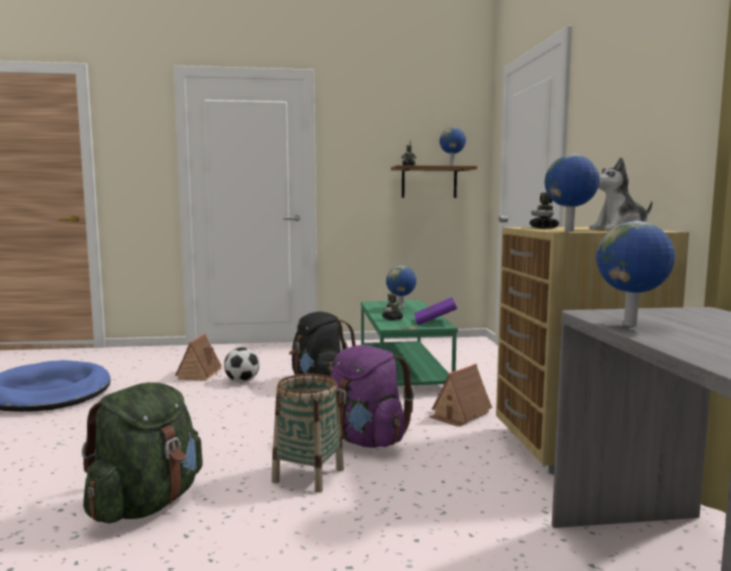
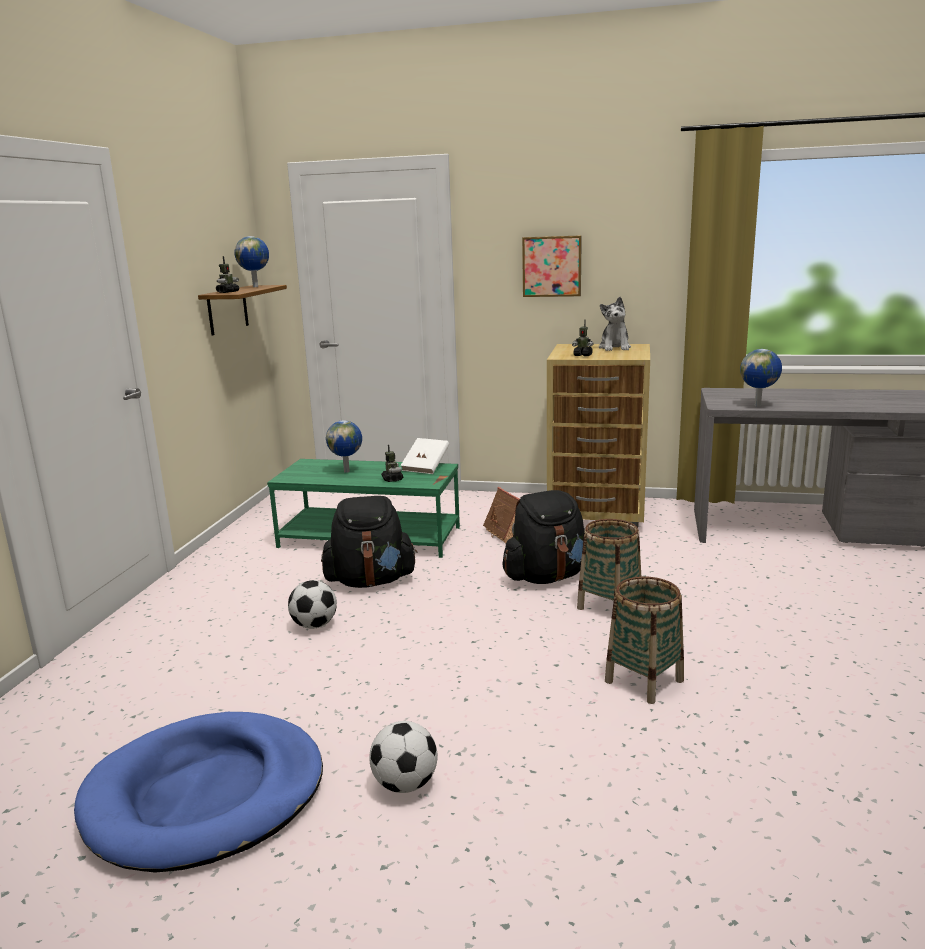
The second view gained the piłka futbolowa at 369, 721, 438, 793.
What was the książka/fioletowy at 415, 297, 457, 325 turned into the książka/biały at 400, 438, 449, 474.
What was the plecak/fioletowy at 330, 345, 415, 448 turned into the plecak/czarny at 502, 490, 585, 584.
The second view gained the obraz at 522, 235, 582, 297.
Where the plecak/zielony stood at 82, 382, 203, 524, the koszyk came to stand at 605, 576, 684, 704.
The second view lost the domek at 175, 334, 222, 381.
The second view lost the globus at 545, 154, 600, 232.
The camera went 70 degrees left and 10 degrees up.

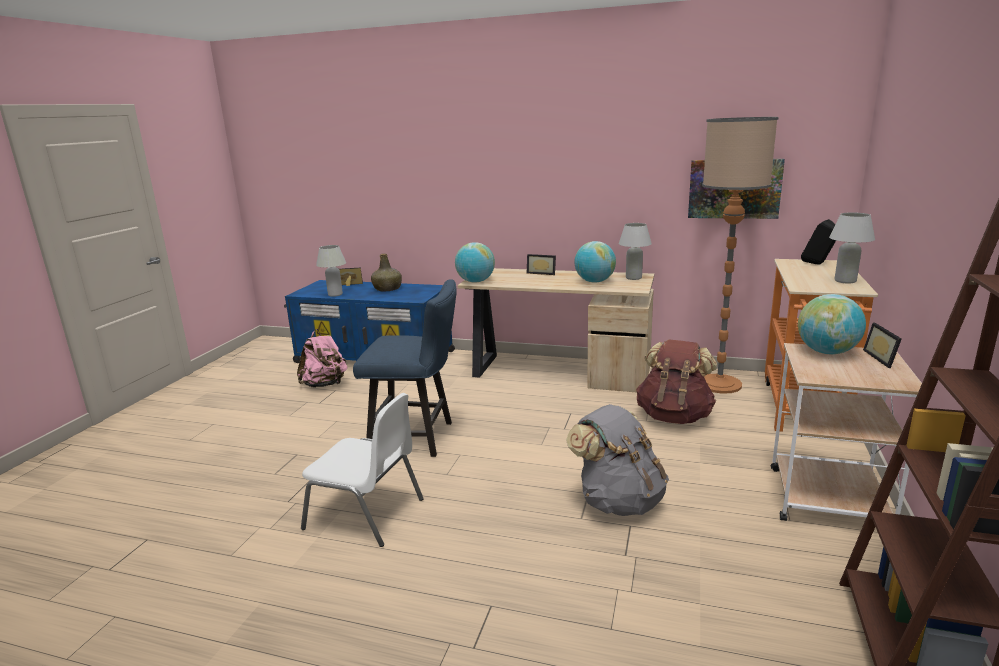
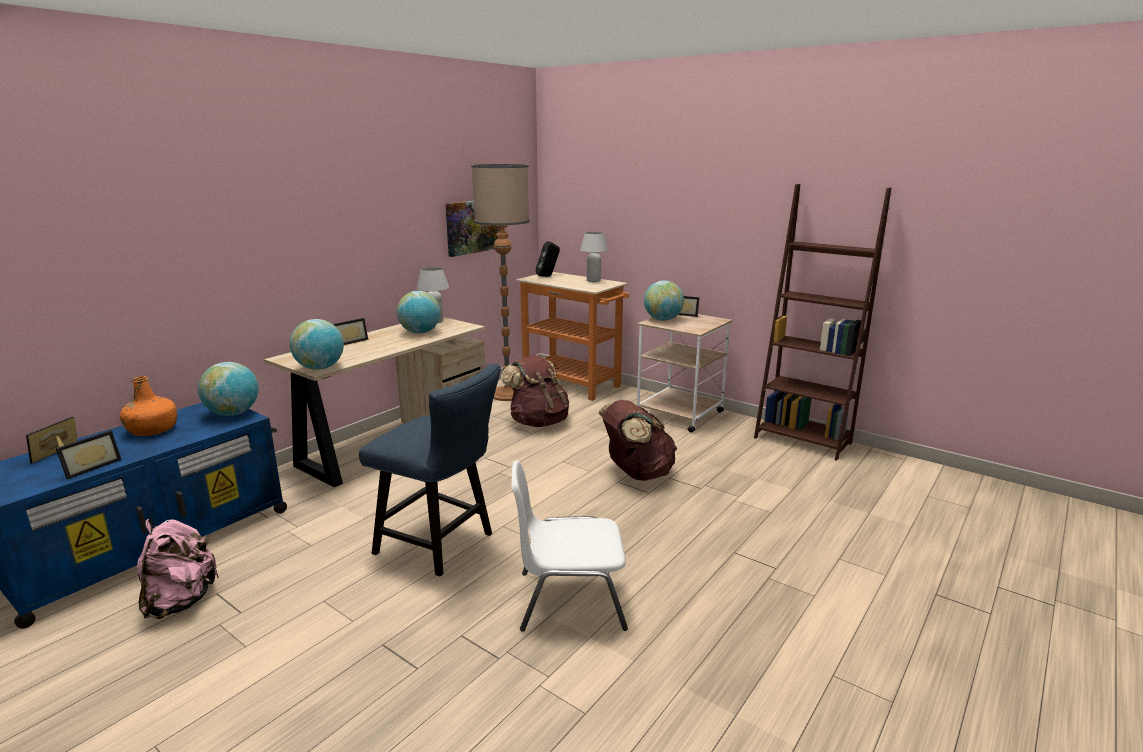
Where the lampa stołowa/biały stood at 316, 245, 346, 297, the ramka na zdjęcie came to stand at 56, 430, 122, 479.
What was the butelka/zielony at 371, 254, 402, 291 turned into the butelka/pomarańczowy at 120, 376, 177, 436.
The second view gained the globus at 198, 362, 259, 416.
The krzesło/niebieski at 353, 280, 457, 457 ended up facing another way, 90 degrees clockwise from before.
The krzesło/biały at 301, 393, 424, 547 ended up facing another way, 135 degrees counterclockwise from before.
What was the plecak/szary at 566, 404, 669, 516 turned into the plecak/brązowy at 598, 400, 677, 481.
The camera went 70 degrees left and 0 degrees up.

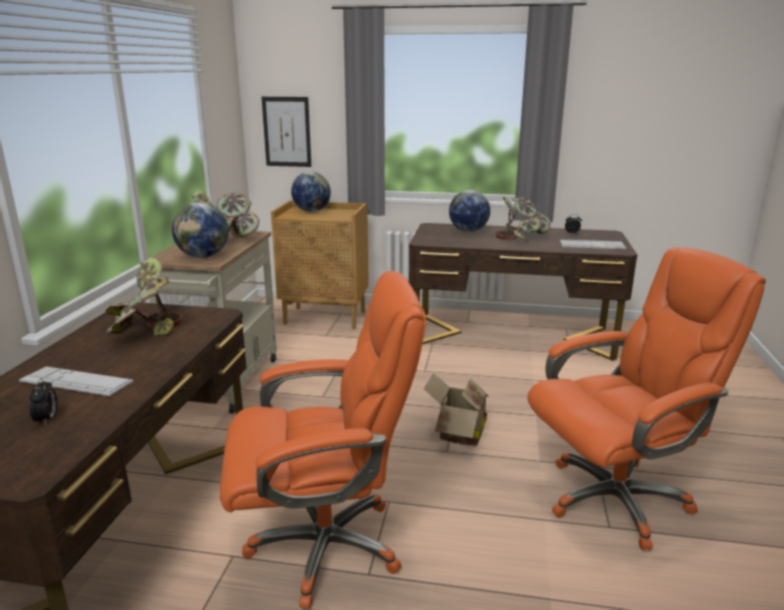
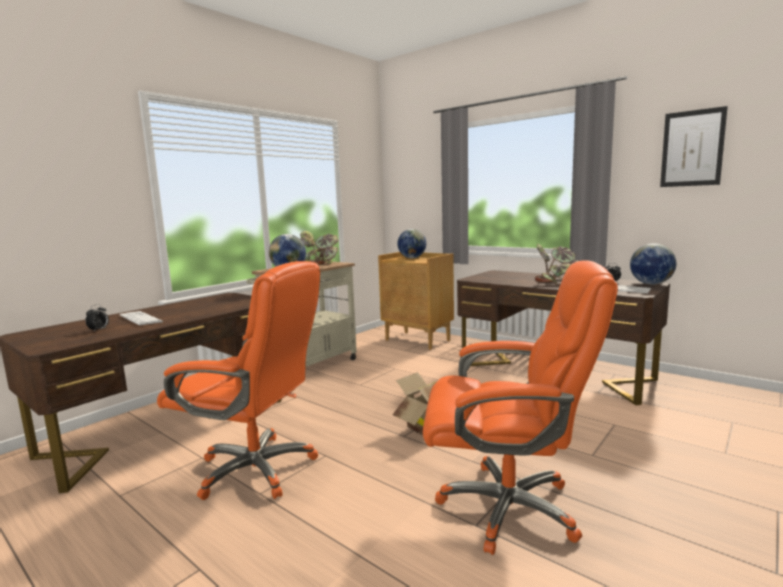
The globus ended up elsewhere, having gone from 449, 190, 490, 232 to 630, 243, 676, 285.
The obraz ended up elsewhere, having gone from 262, 97, 311, 167 to 660, 106, 728, 187.
The second view lost the roślina doniczkowa at 106, 258, 182, 335.
The camera went 30 degrees right and 10 degrees down.

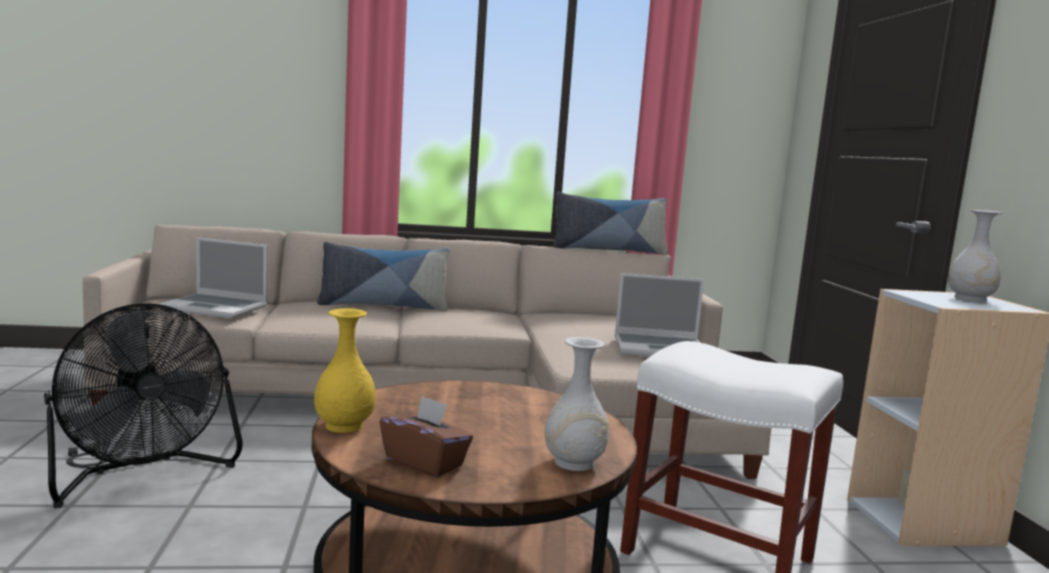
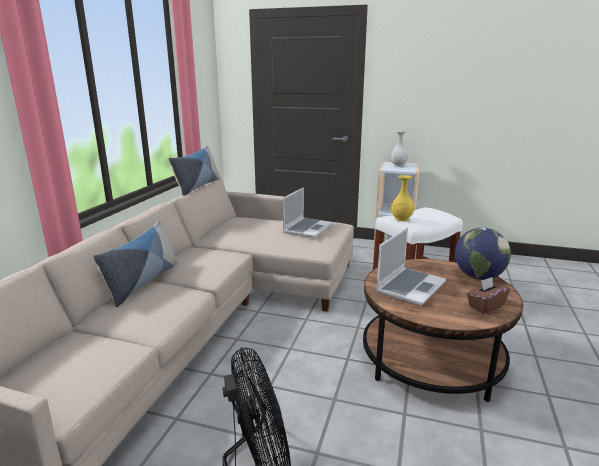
The laptop ended up elsewhere, having gone from 159, 237, 267, 318 to 376, 227, 446, 306.
The wazon/żółty ended up elsewhere, having gone from 314, 308, 376, 433 to 391, 175, 414, 221.
Where the wazon/biały stood at 545, 337, 609, 471, the globus came to stand at 455, 227, 511, 280.
The camera went 65 degrees left and 10 degrees up.

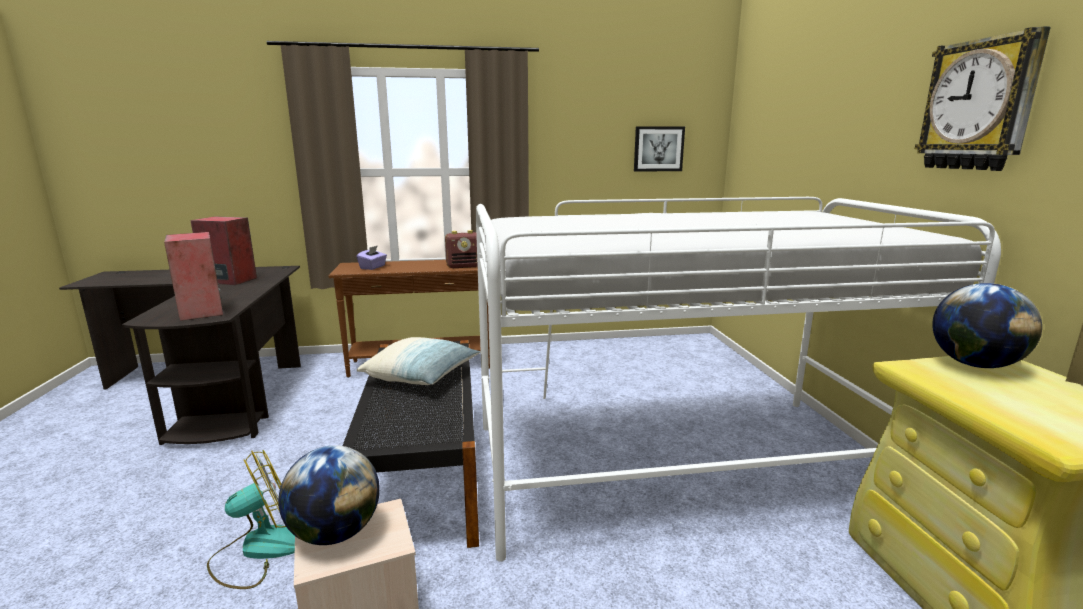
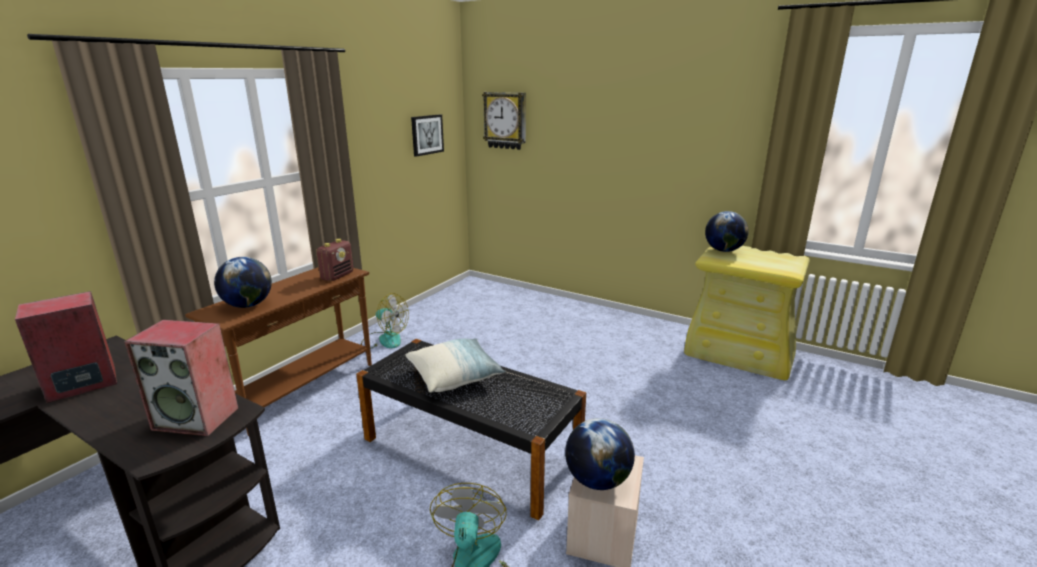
Where the pudełko chusteczek/fioletowy stood at 356, 245, 387, 270, the globus came to stand at 214, 257, 272, 308.
The second view gained the wentylator at 361, 293, 409, 349.
The zegar ścienny ended up elsewhere, having gone from 915, 26, 1051, 171 to 482, 92, 526, 150.
The second view lost the łóżko/biały at 476, 197, 1001, 562.
The camera went 50 degrees left and 5 degrees up.

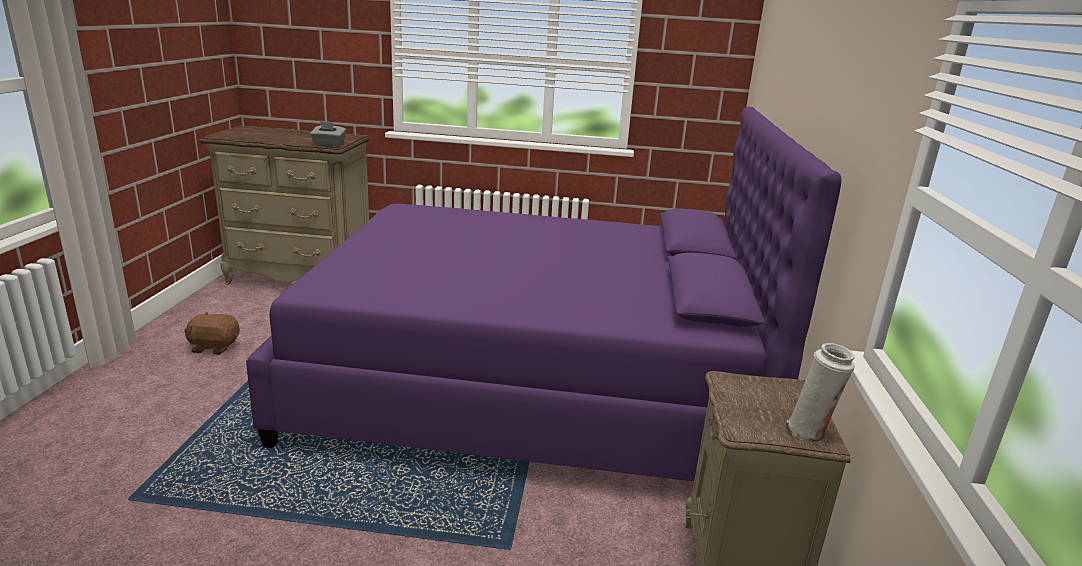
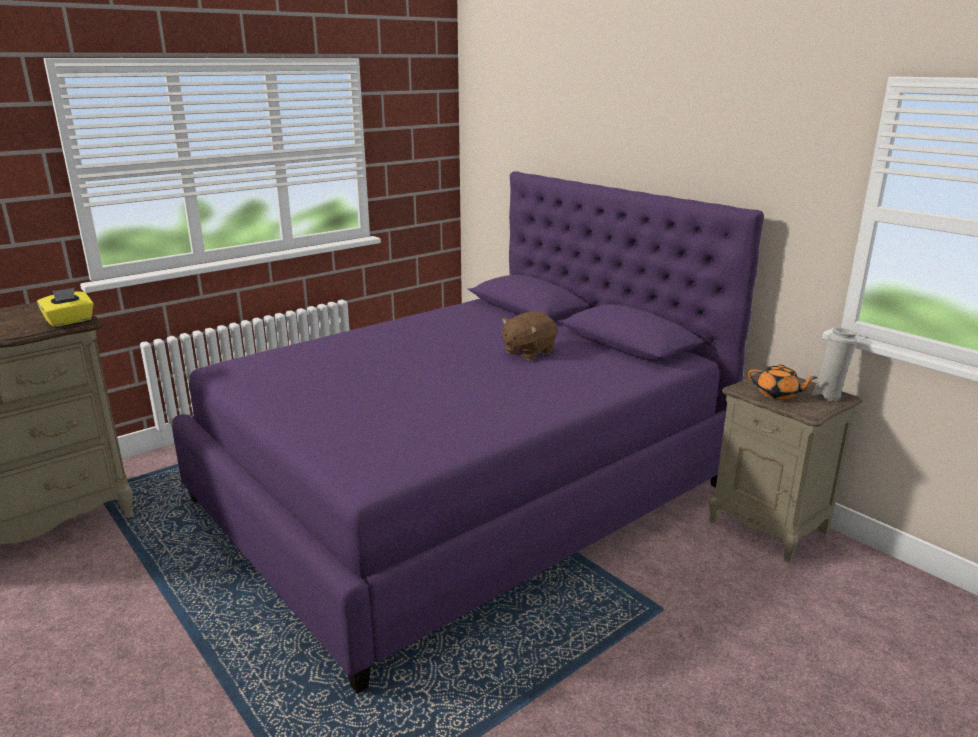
What was the pudełko chusteczek/szary at 310, 121, 346, 147 turned into the pudełko chusteczek/żółty at 37, 288, 94, 327.
The pluszak/brązowy ended up elsewhere, having gone from 184, 312, 240, 355 to 502, 311, 557, 360.
The second view gained the imbryk/pomarańczowy at 748, 364, 818, 400.
The camera went 45 degrees left and 0 degrees up.

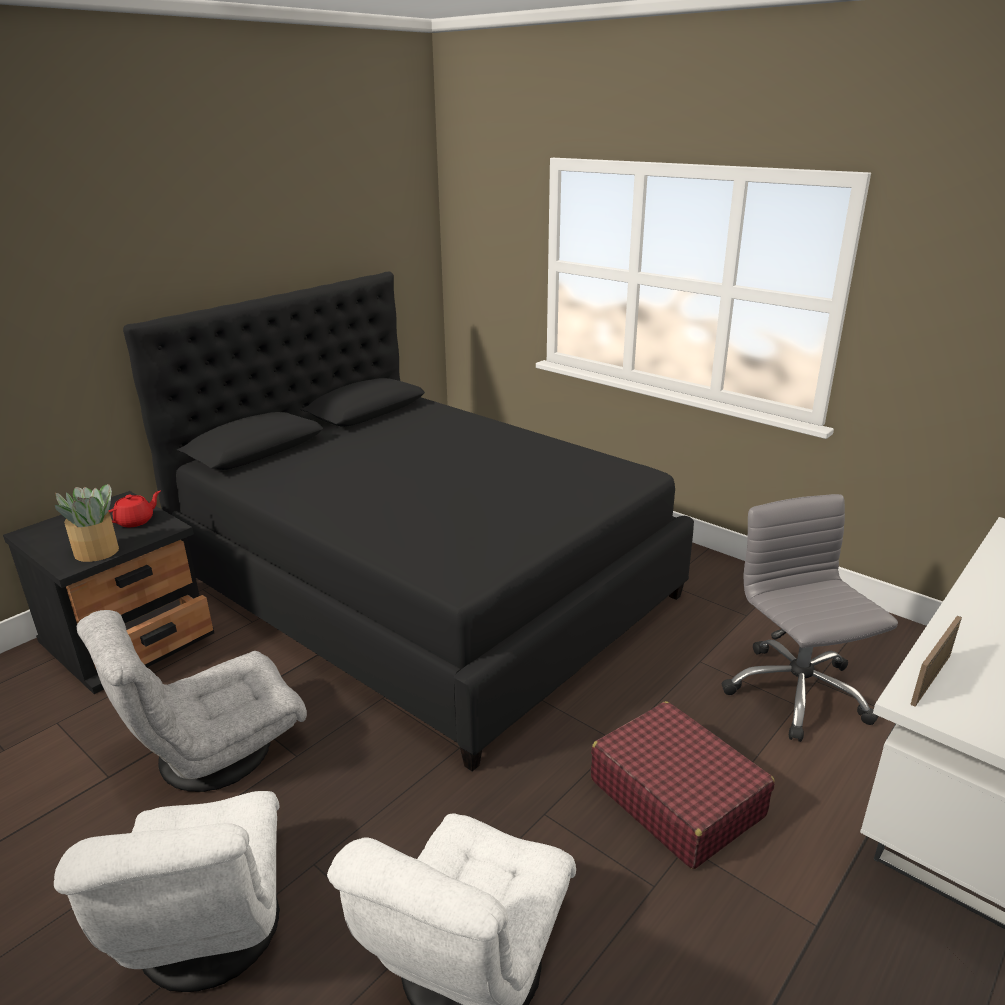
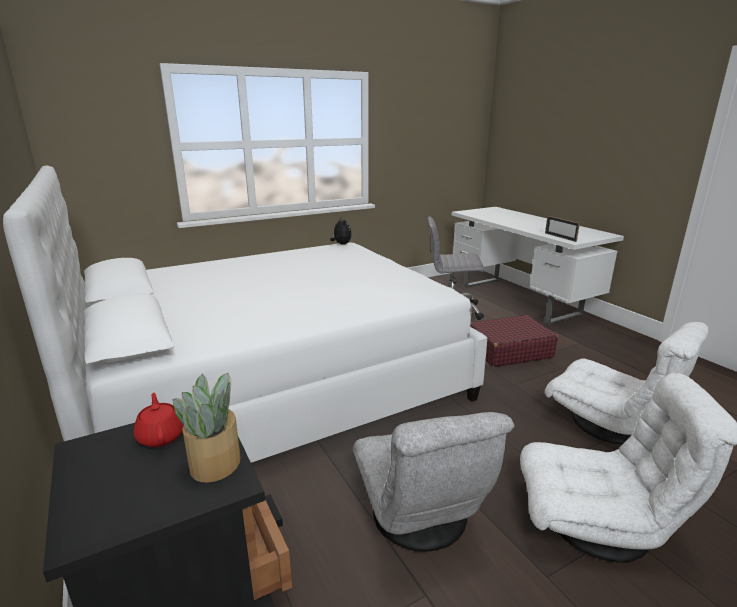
What was the łóżko/czarny at 123, 272, 694, 772 turned into the łóżko/biały at 3, 166, 487, 463.
The second view gained the pluszak at 330, 216, 352, 245.
The camera went 70 degrees left and 5 degrees down.

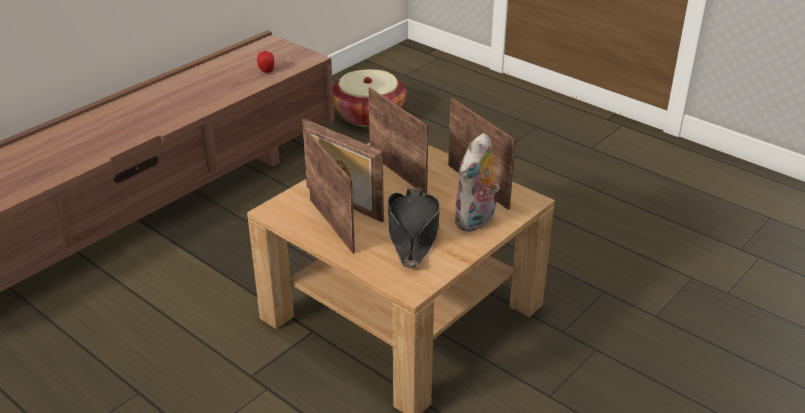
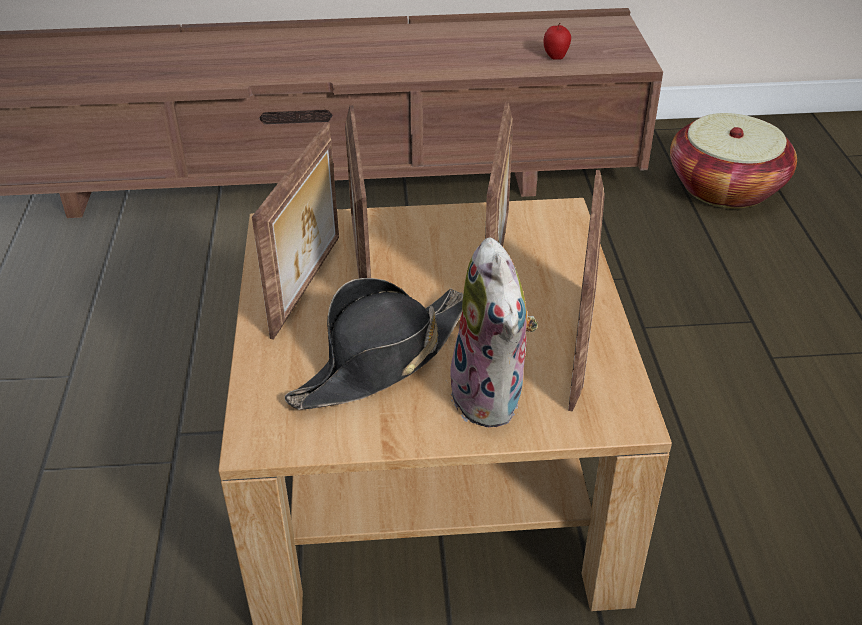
The pluszak at 453, 133, 500, 232 ended up facing another way, 90 degrees counterclockwise from before.
The camera went 45 degrees right and 5 degrees up.

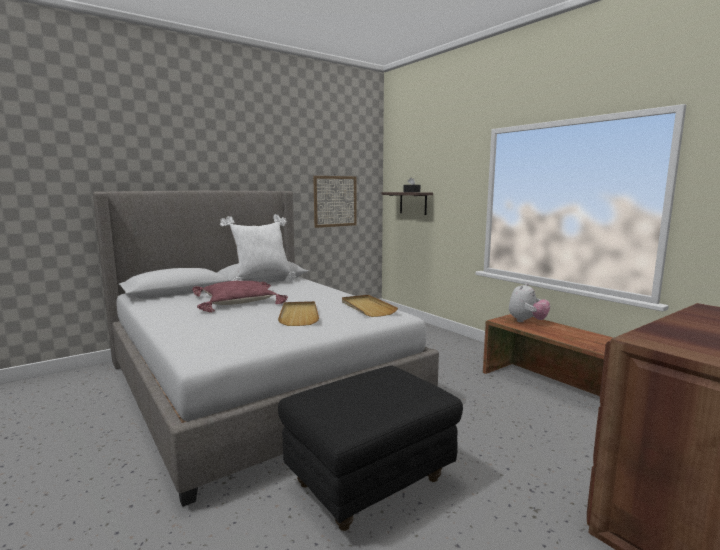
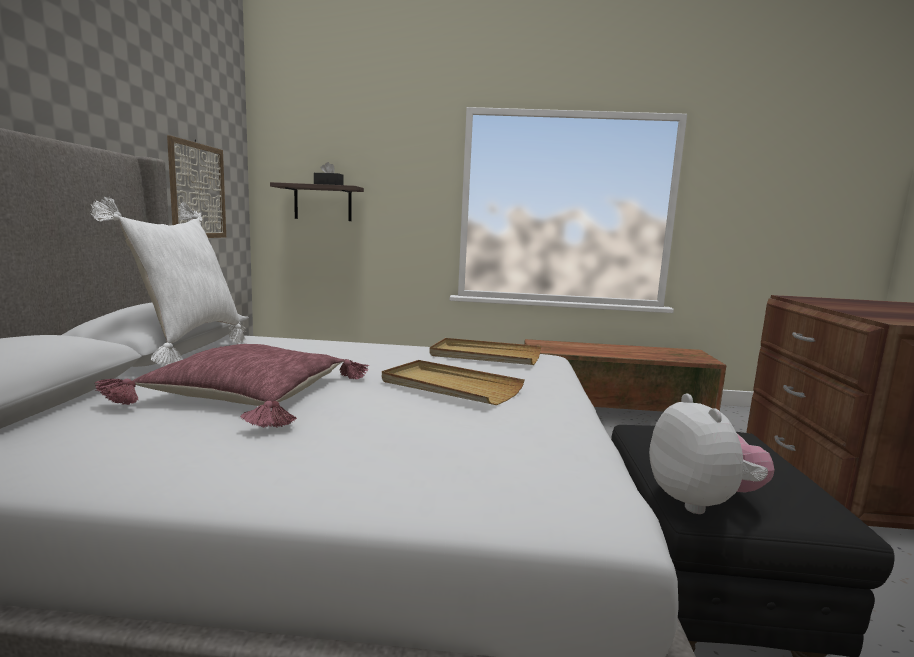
The pluszak ended up elsewhere, having gone from 509, 283, 550, 322 to 649, 394, 774, 514.
The camera went 50 degrees left and 0 degrees up.

